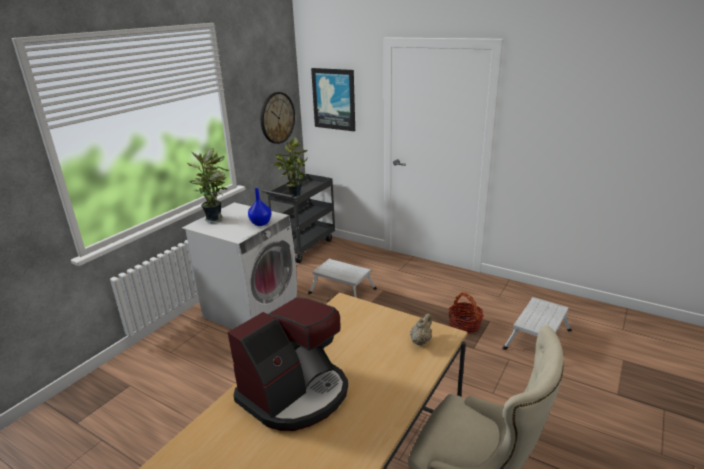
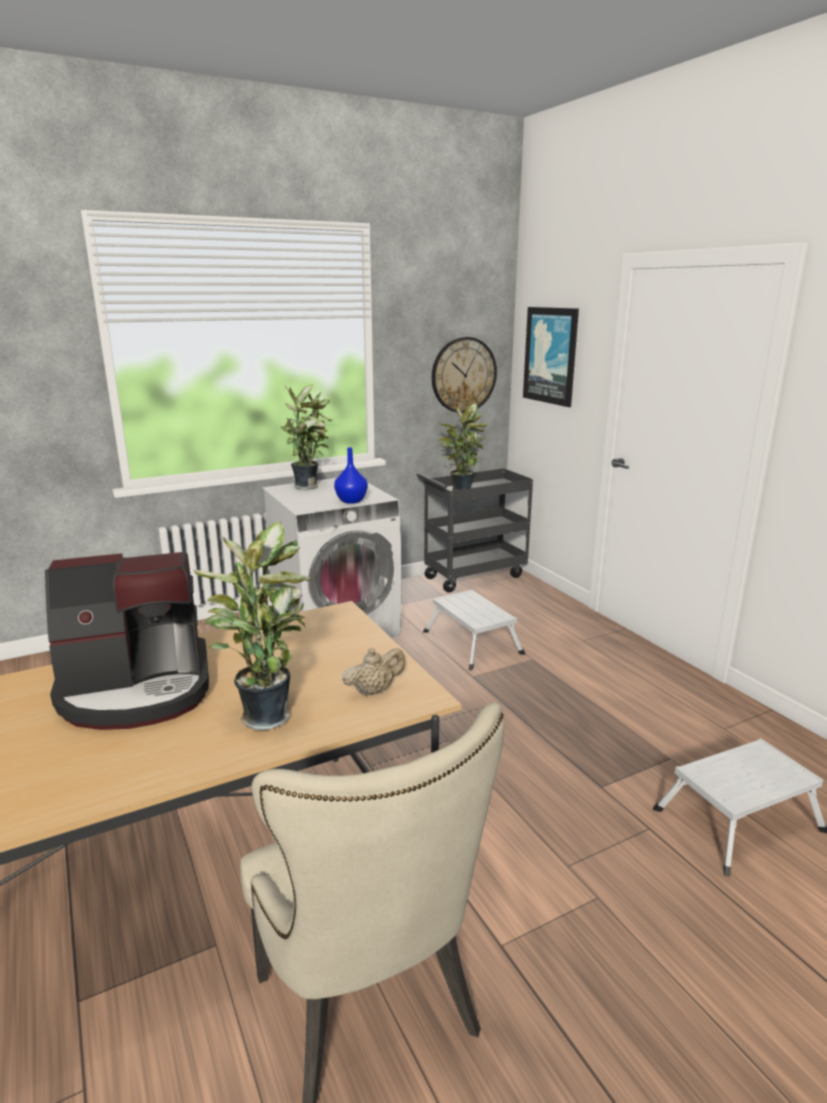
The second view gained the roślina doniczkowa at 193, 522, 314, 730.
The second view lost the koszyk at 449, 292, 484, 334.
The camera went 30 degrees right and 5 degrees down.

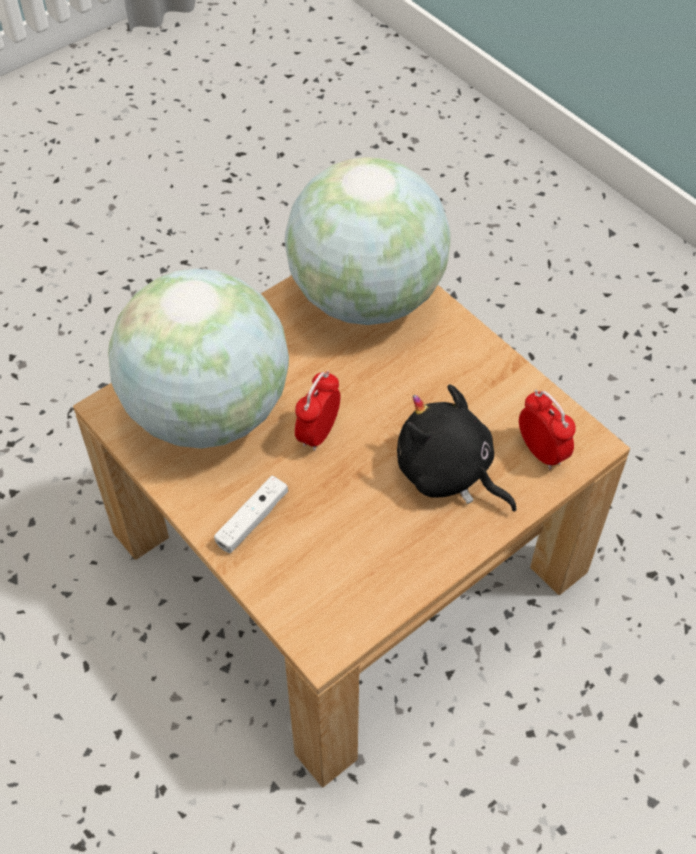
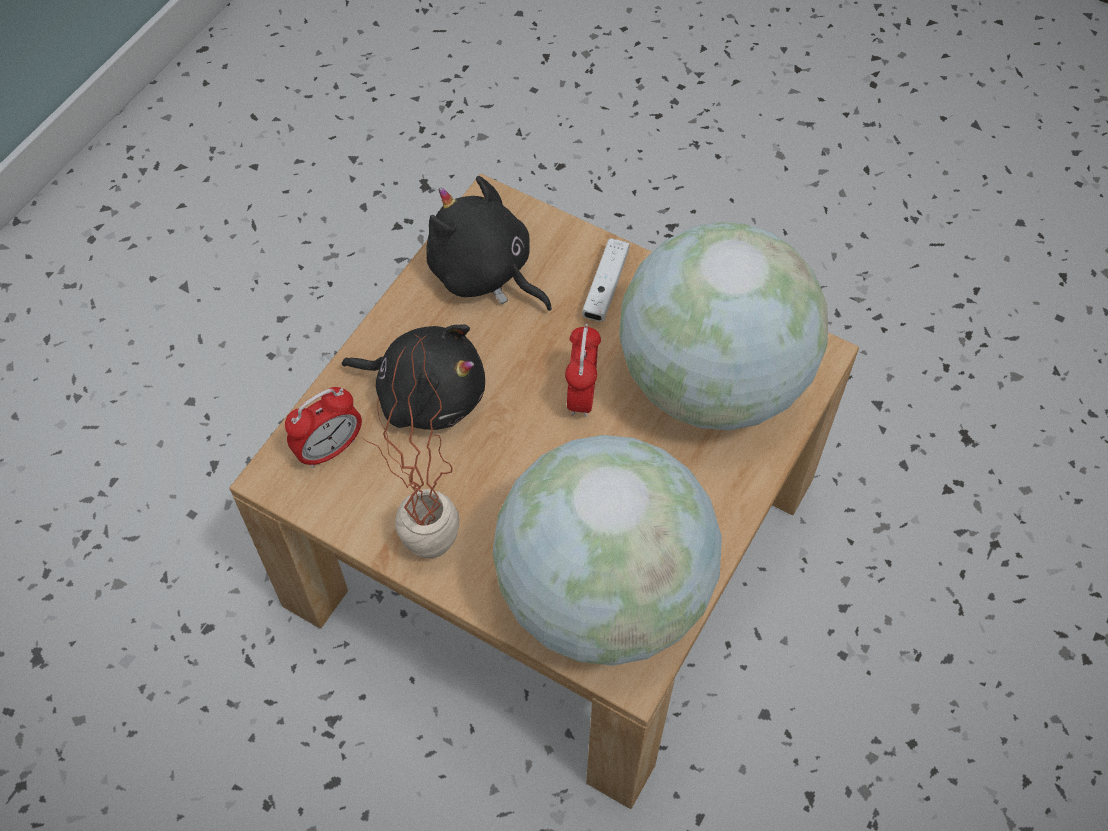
The budzik at 519, 390, 576, 470 ended up facing another way, 75 degrees counterclockwise from before.
The second view gained the roślina doniczkowa at 362, 334, 460, 558.
The second view gained the pluszak/czarny at 426, 176, 552, 311.
The camera went 160 degrees right and 5 degrees up.

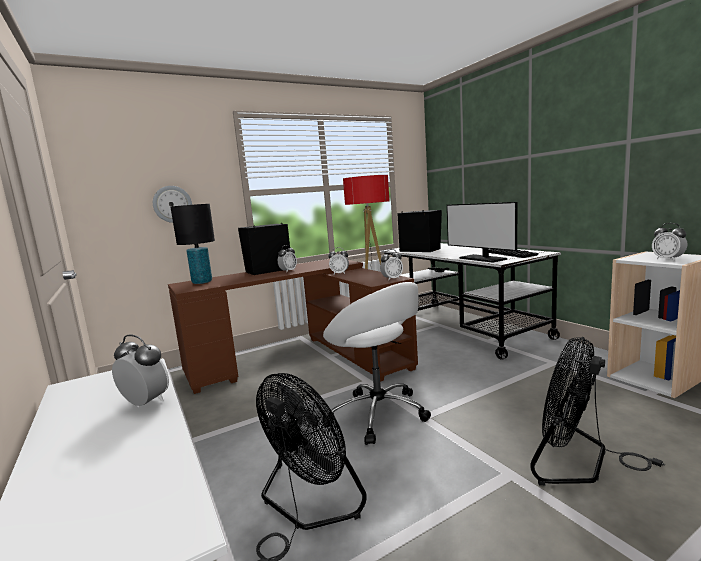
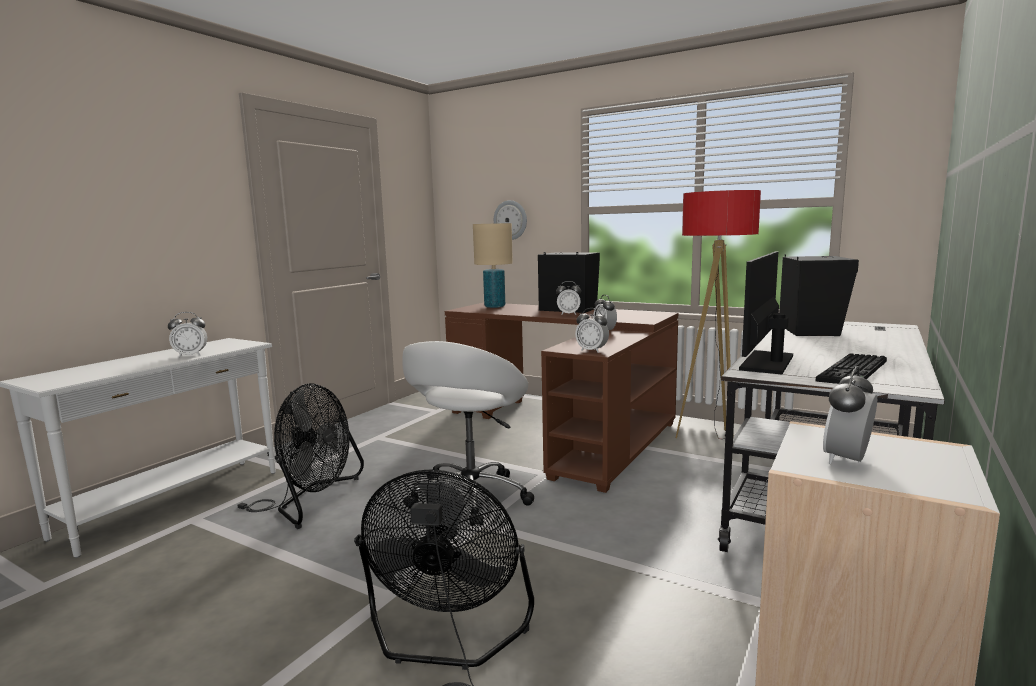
The budzik at 112, 335, 169, 407 ended up facing another way, 75 degrees clockwise from before.
What was the lampa stołowa/czarny at 171, 204, 215, 284 turned into the lampa stołowa/beżowy at 473, 223, 513, 308.
The camera went 60 degrees right and 0 degrees up.

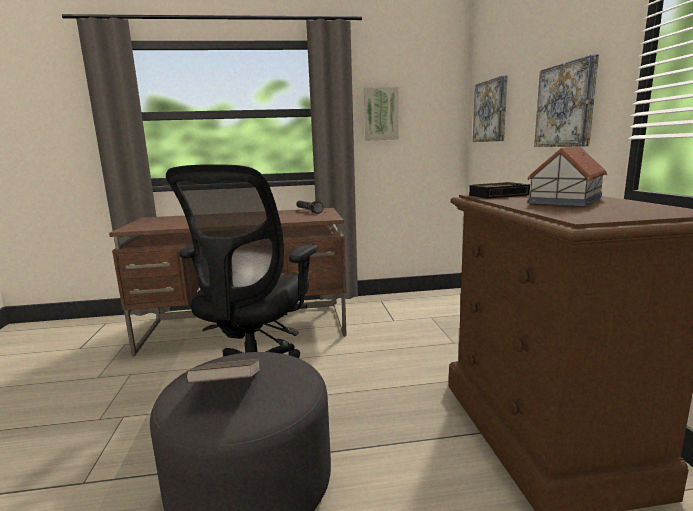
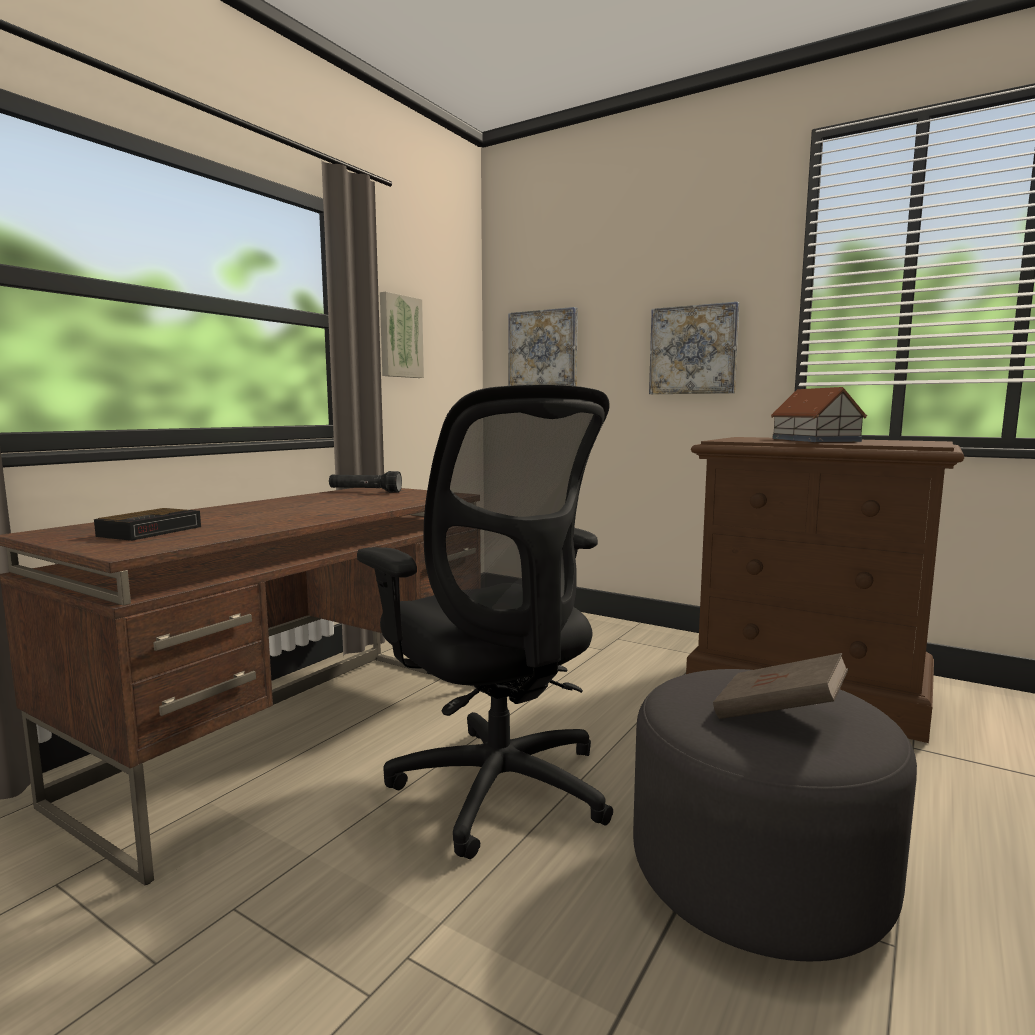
The budzik ended up elsewhere, having gone from 469, 182, 530, 199 to 94, 508, 201, 541.
The camera went 50 degrees left and 5 degrees down.

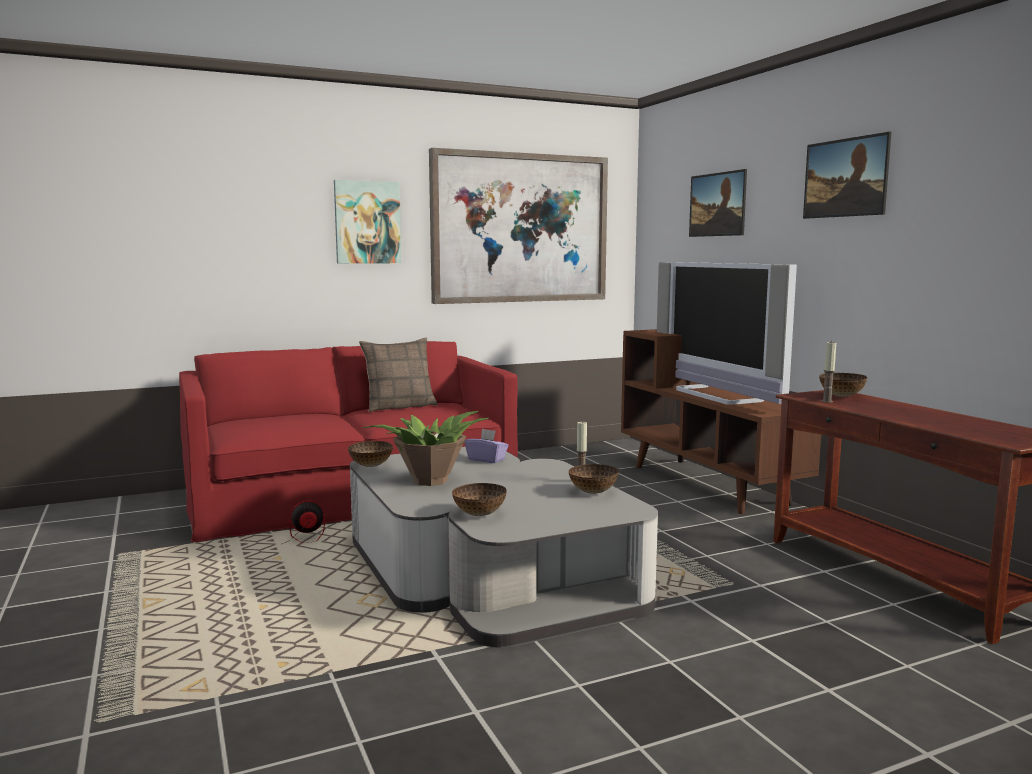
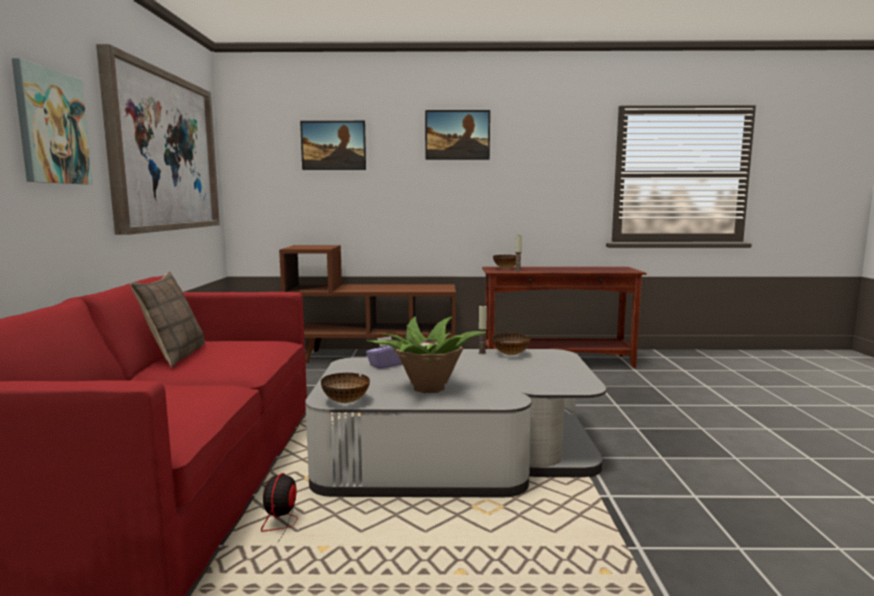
The second view lost the miska at 452, 483, 507, 516.
The second view lost the telewizor at 657, 262, 797, 405.
The camera went 65 degrees left and 0 degrees up.

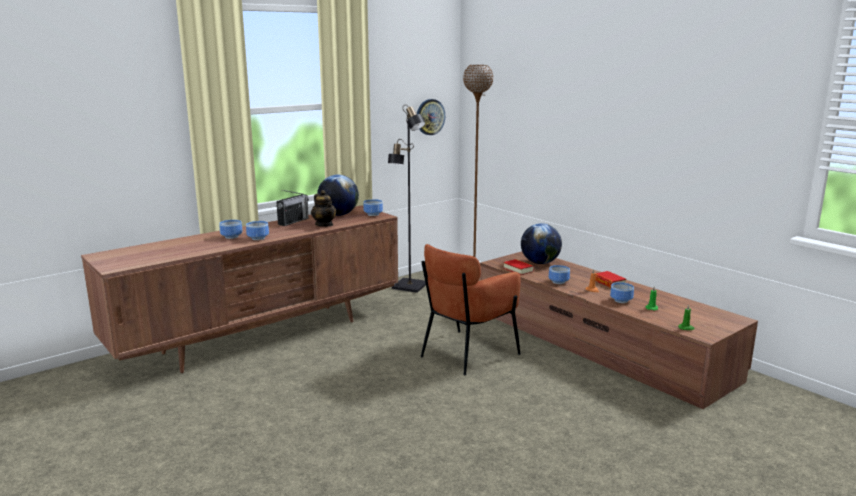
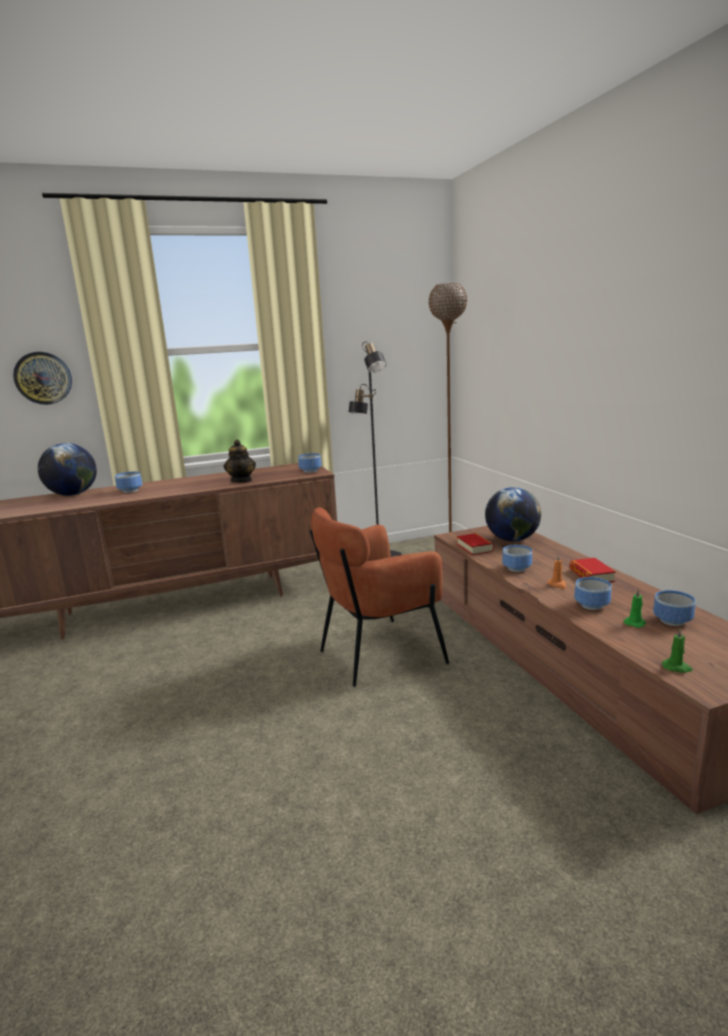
The zegar ścienny ended up elsewhere, having gone from 417, 99, 445, 135 to 13, 352, 72, 405.
The globus ended up elsewhere, having gone from 317, 175, 359, 216 to 38, 443, 97, 496.
The miska ended up elsewhere, having gone from 246, 221, 269, 240 to 653, 590, 696, 626.
The second view lost the radio at 276, 190, 309, 226.
The camera went 20 degrees right and 0 degrees up.

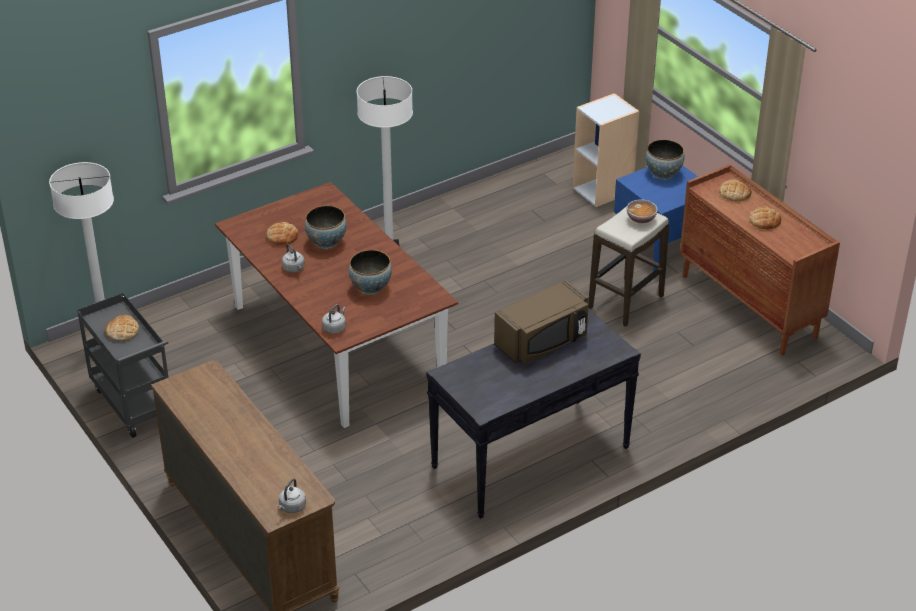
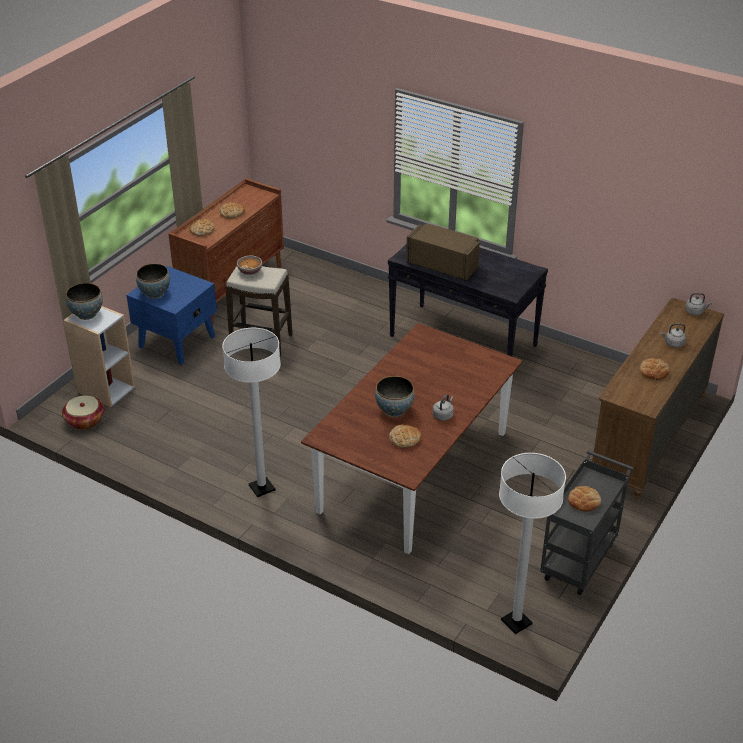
The second view gained the koszyk at 62, 396, 104, 430.
The miska ended up elsewhere, having gone from 349, 250, 392, 295 to 66, 283, 103, 320.
The second view gained the chleb at 640, 358, 670, 380.
The czajnik/szary ended up elsewhere, having gone from 322, 304, 346, 334 to 661, 323, 686, 348.
The camera went 115 degrees left and 0 degrees up.

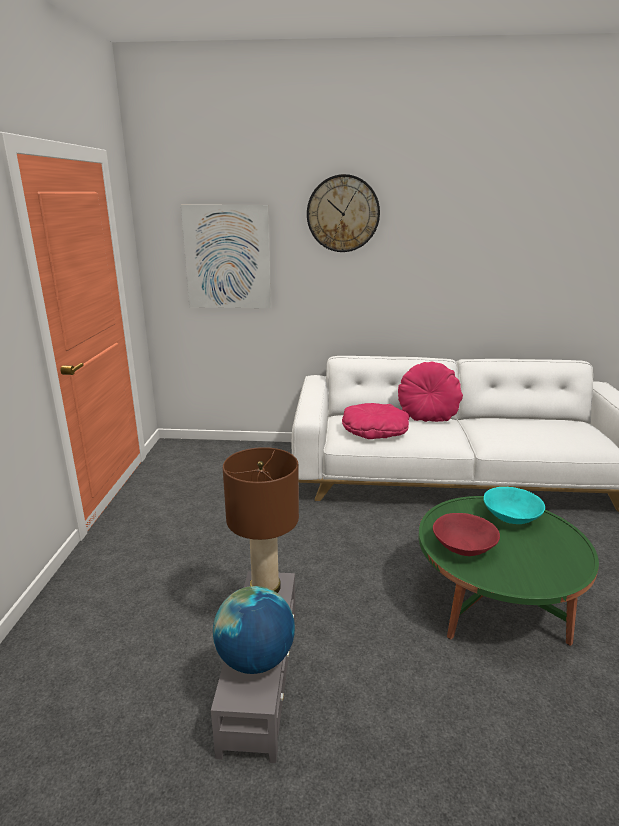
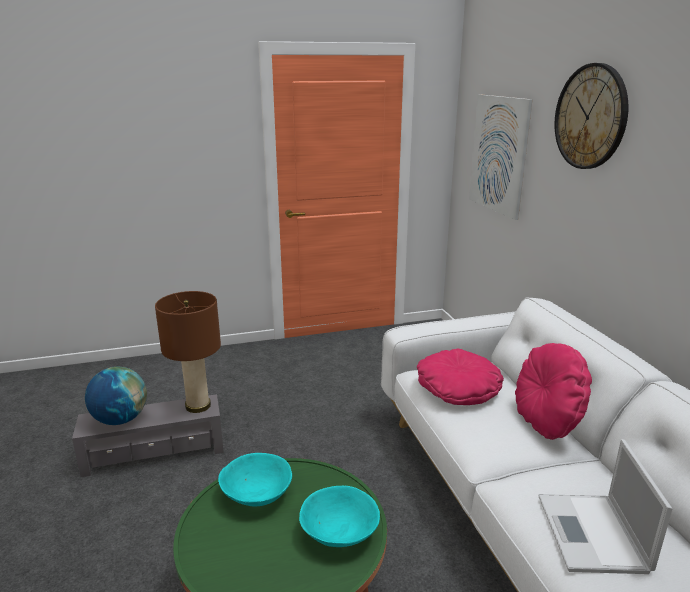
What was the miska/czerwony at 433, 513, 500, 556 turned into the miska/turkusowy at 218, 453, 292, 506.
The second view gained the laptop at 538, 439, 672, 574.
The camera went 70 degrees right and 0 degrees up.

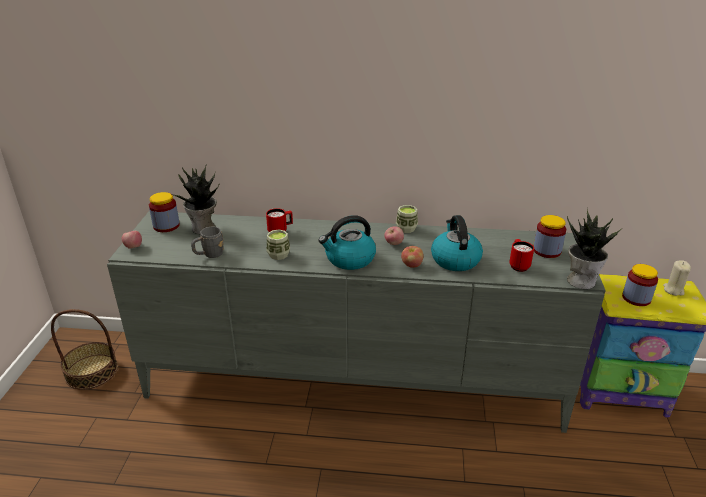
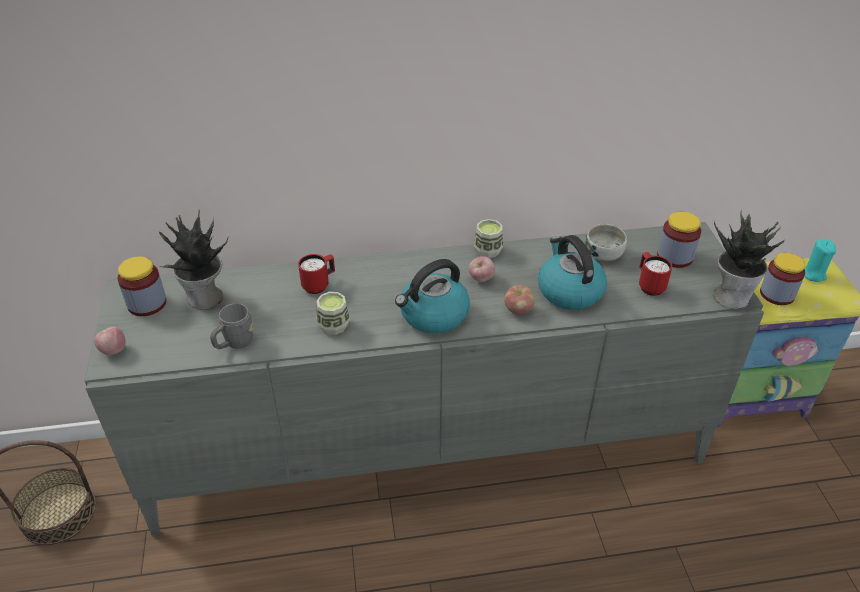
The second view gained the miska at 585, 223, 627, 261.
What was the świeca/beżowy at 663, 260, 691, 296 turned into the świeca/turkusowy at 804, 239, 836, 282.
The camera went 15 degrees left and 10 degrees up.

